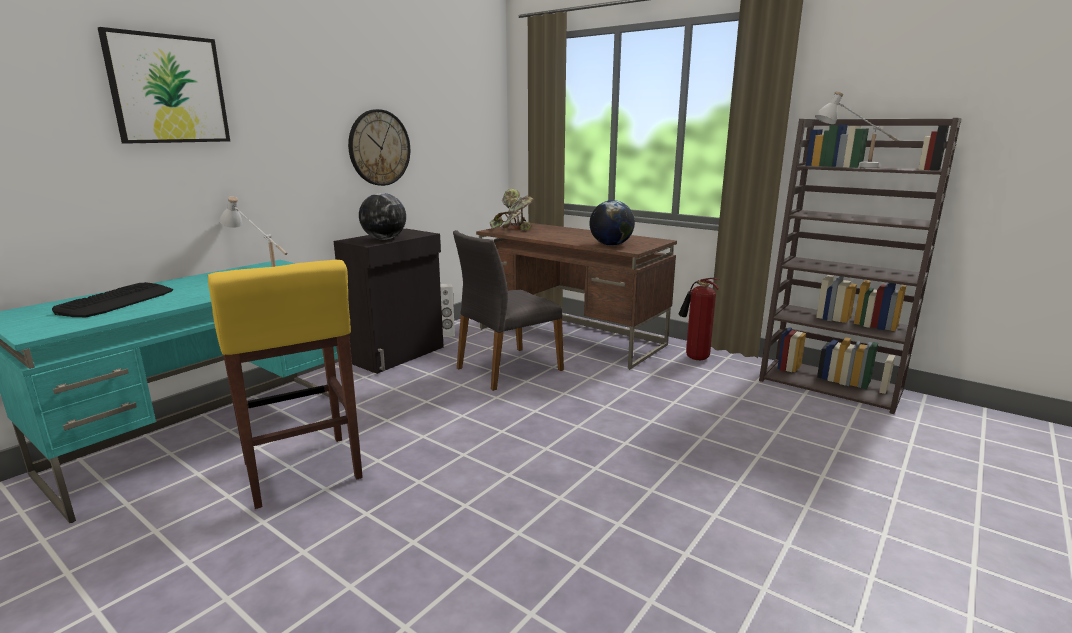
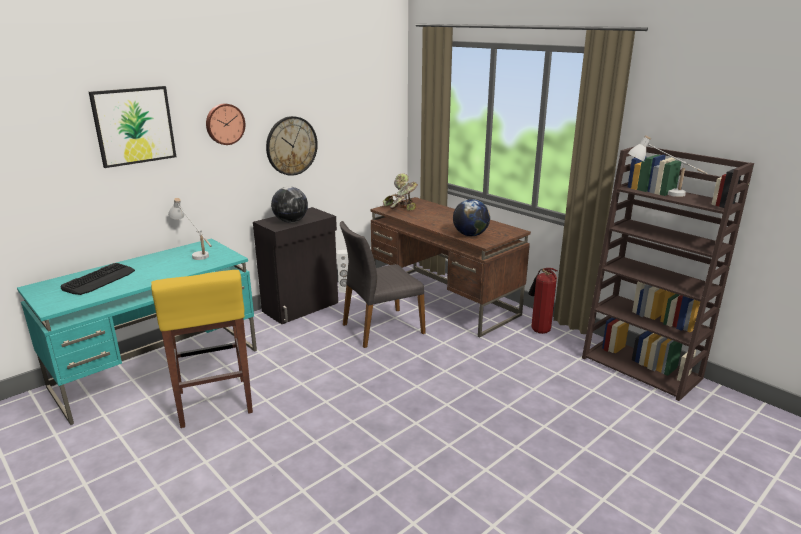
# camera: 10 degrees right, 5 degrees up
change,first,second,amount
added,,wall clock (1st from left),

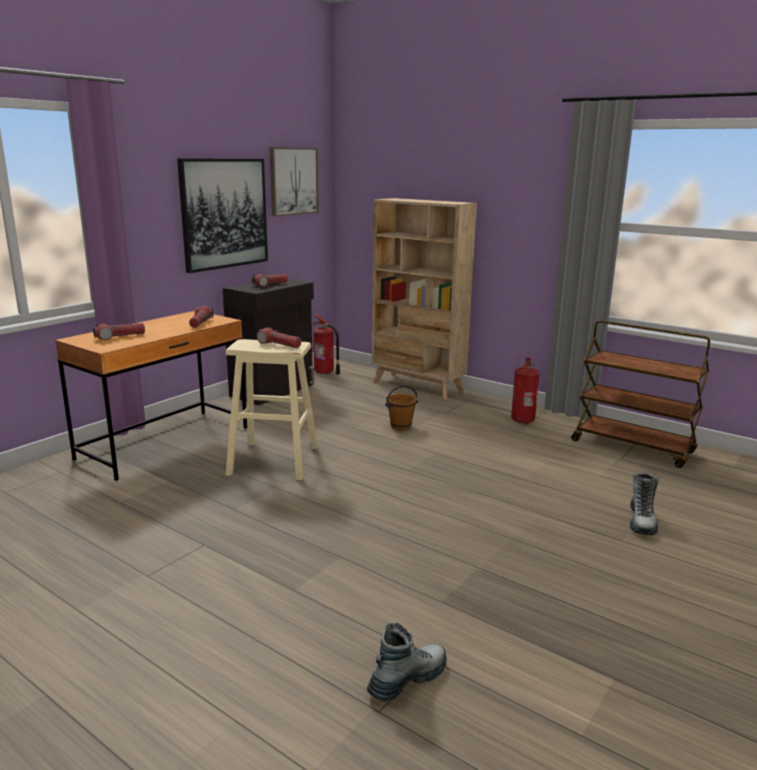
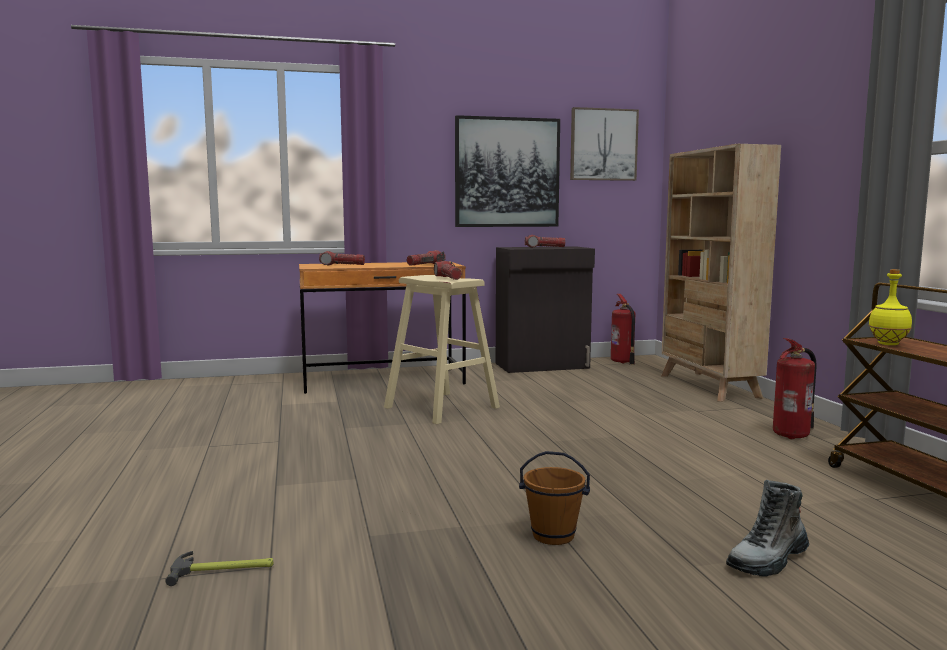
# camera: 40 degrees right, 10 degrees down
change,first,second,amount
moved,bucket/brown,,
replaced,boot (1st from left),hammer,
added,,bottle/yellow,

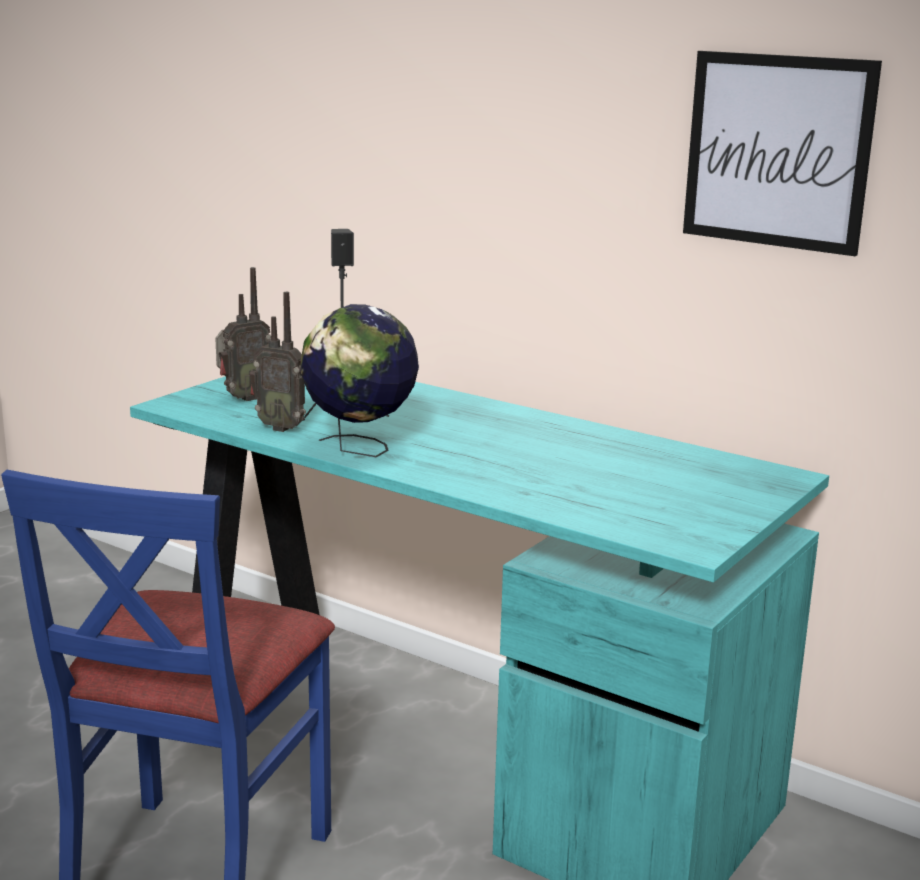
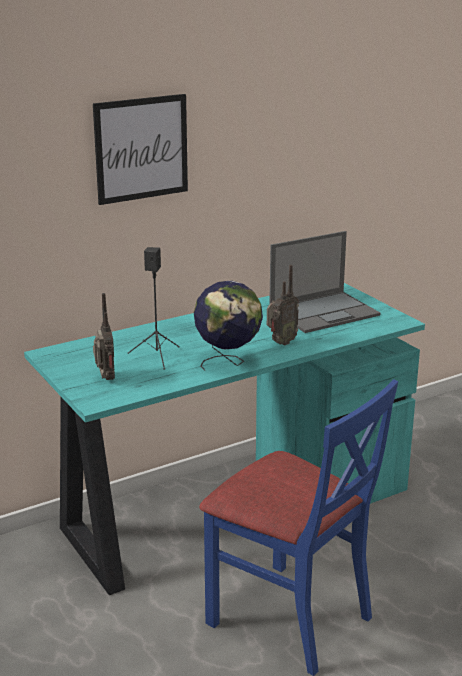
# camera: 65 degrees left, 5 degrees up
change,first,second,amount
moved,picture,,
moved,radio (2nd from left),,
added,,laptop,

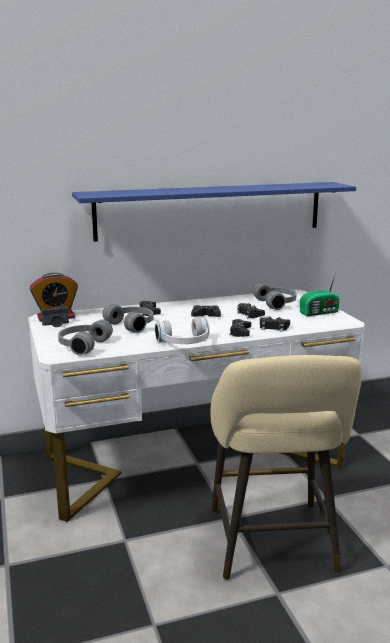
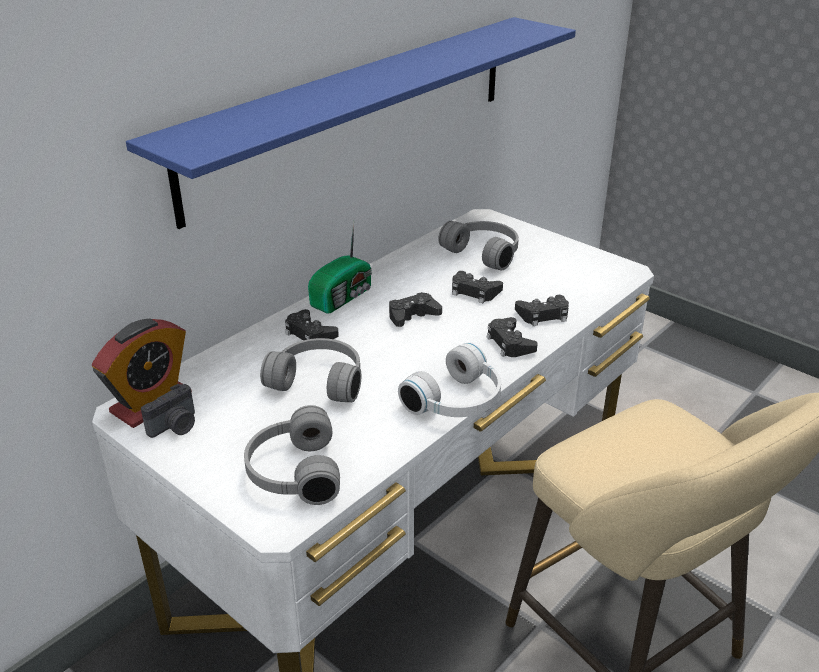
# camera: 30 degrees left, 15 degrees up
change,first,second,amount
moved,radio,,

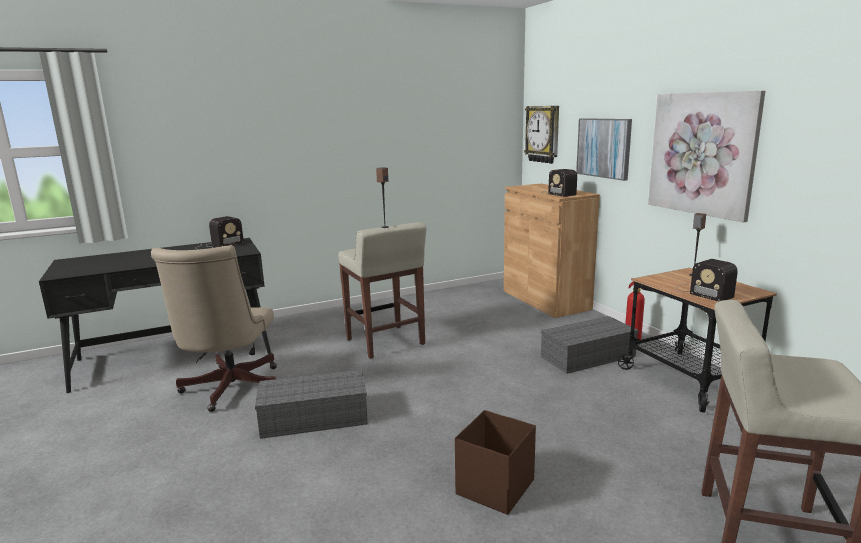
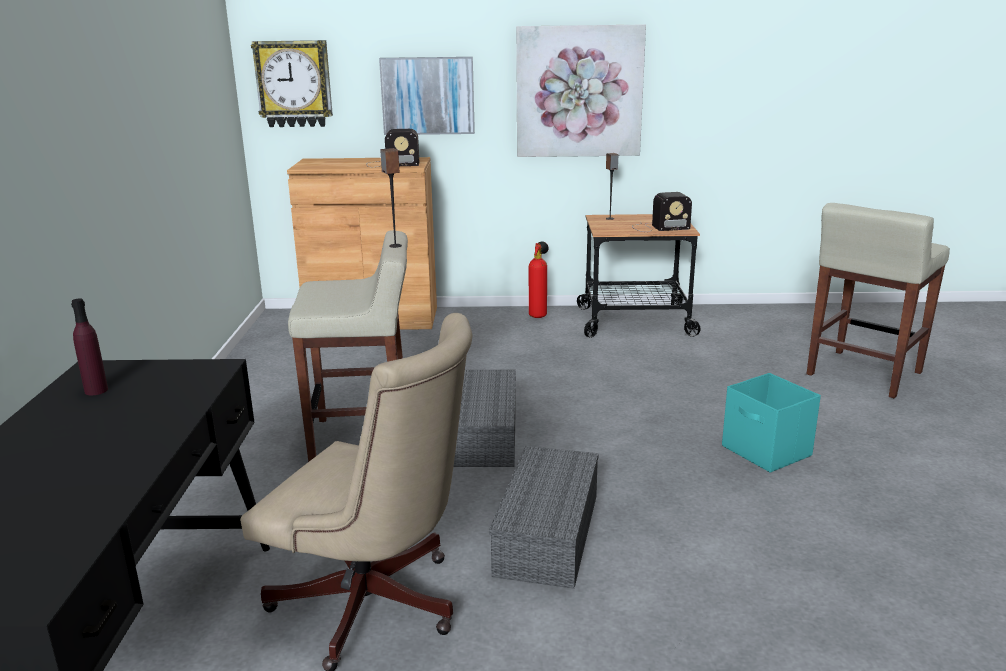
# camera: 65 degrees left, 5 degrees up
change,first,second,amount
replaced,radio (1st from left),bottle/purple,
moved,storage box/grey (2nd from left in the first image),storage box/grey (1st from left),
recoloured,storage box/brown,storage box/turquoise,

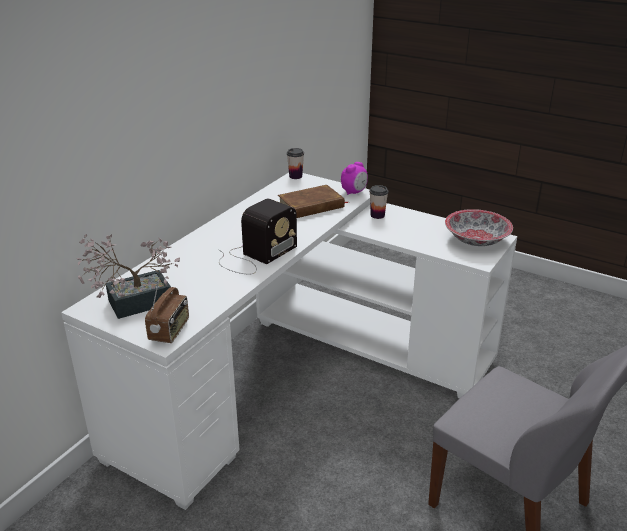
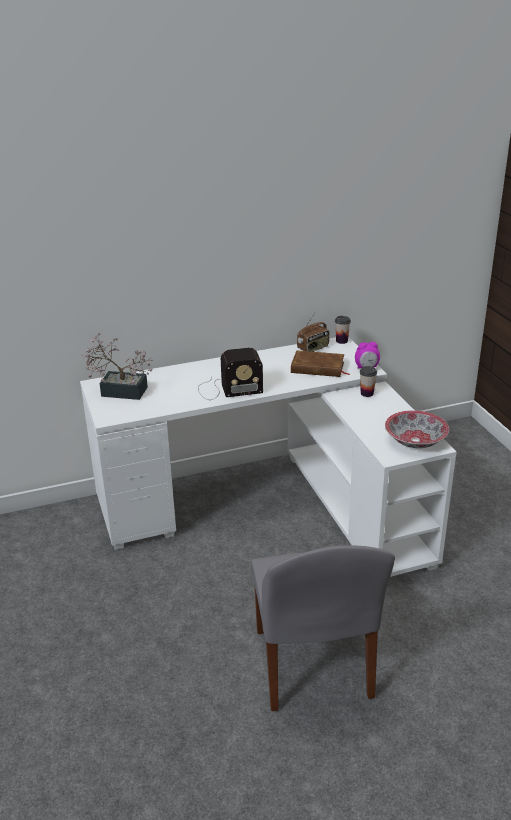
# camera: 40 degrees right, 0 degrees up
change,first,second,amount
moved,radio (1st from left in the first image),radio (2nd from left),

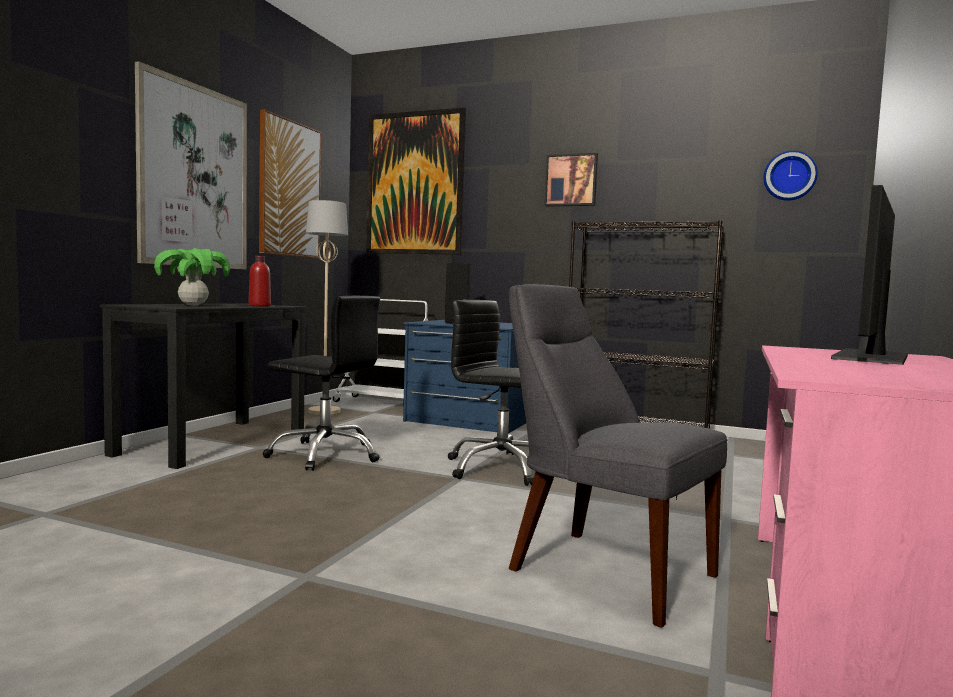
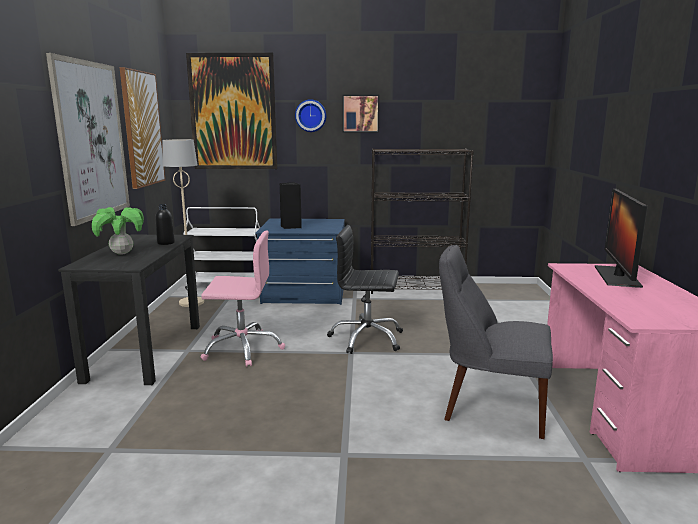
# camera: 20 degrees left, 10 degrees up
change,first,second,amount
moved,wall clock,,
recoloured,bottle/red,bottle/black,
recoloured,office chair/black (1st from left),office chair/pink,

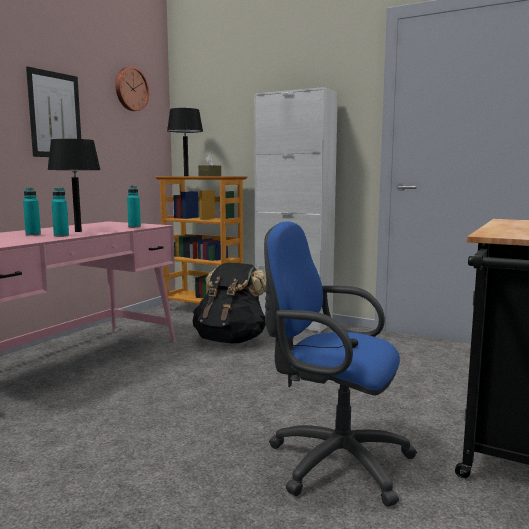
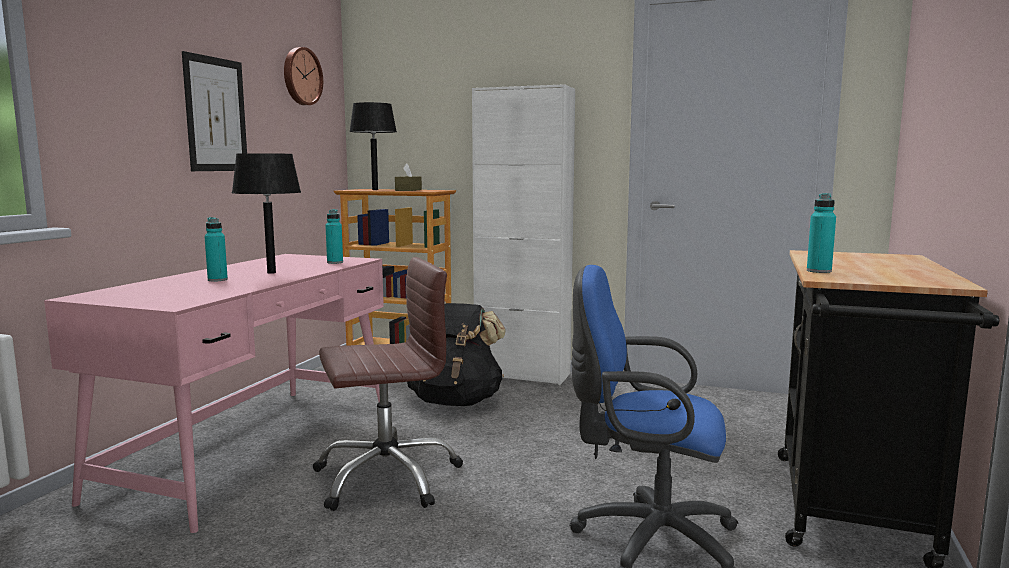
# camera: 10 degrees left, 0 degrees up
change,first,second,amount
moved,bottle/turquoise (2nd from left in the first image),bottle/turquoise (3rd from left),
added,,office chair/brown,

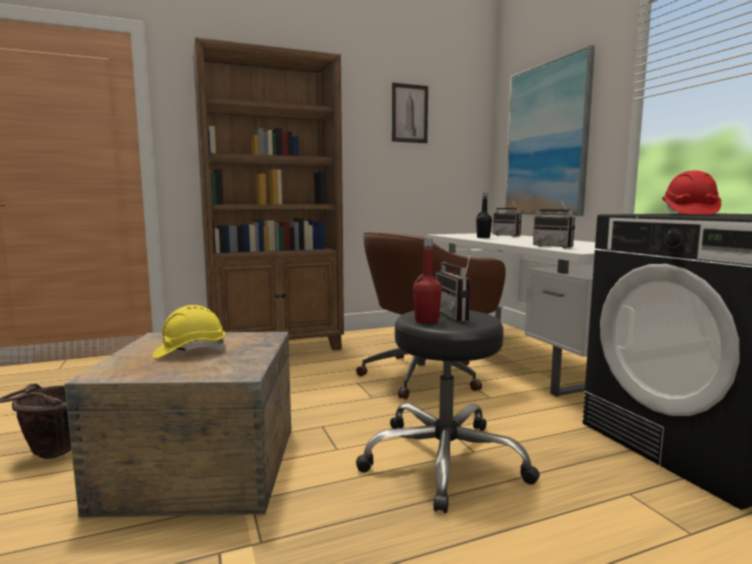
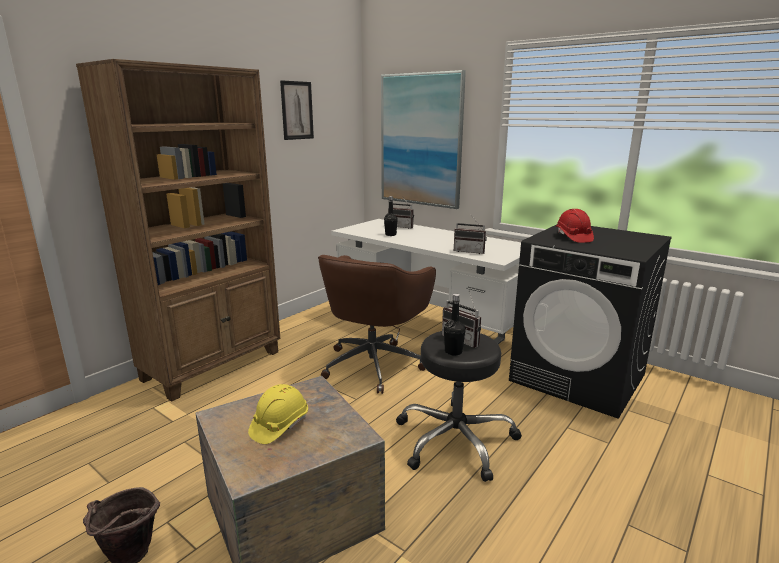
# camera: 30 degrees left, 10 degrees up
change,first,second,amount
recoloured,bottle/red,bottle/black (2nd from left),

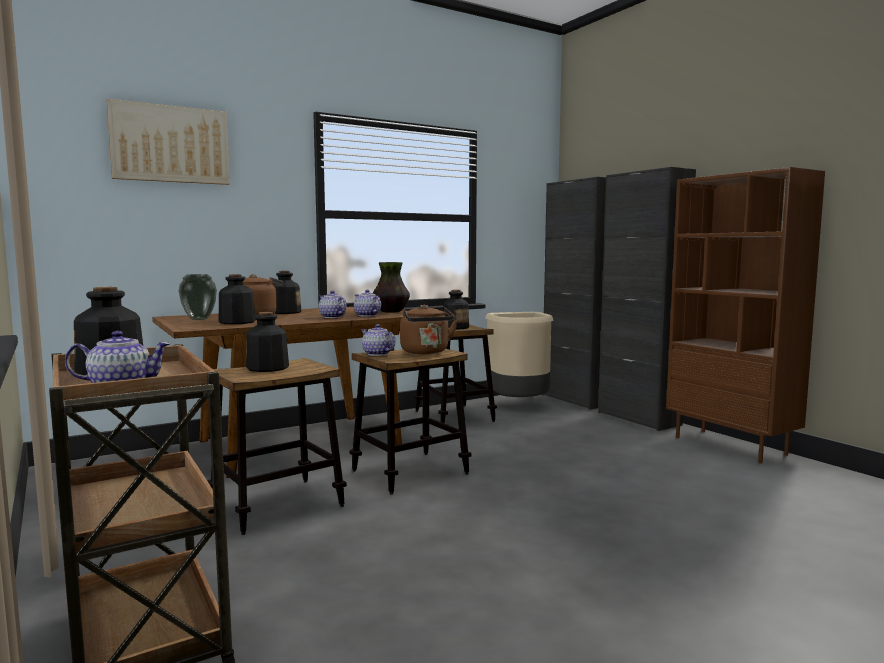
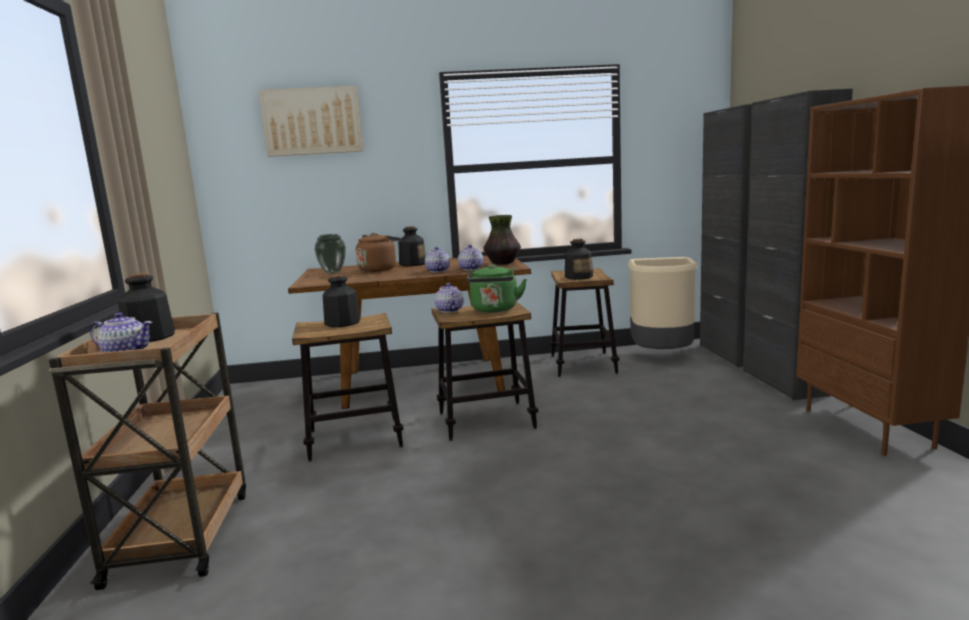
# camera: 25 degrees right, 5 degrees up
change,first,second,amount
removed,bottle (2nd from left),,
recoloured,kettle/brown (2nd from left),kettle/green,

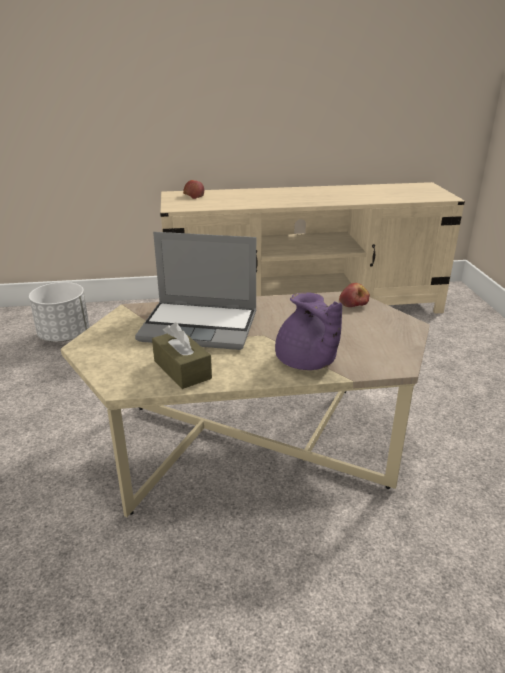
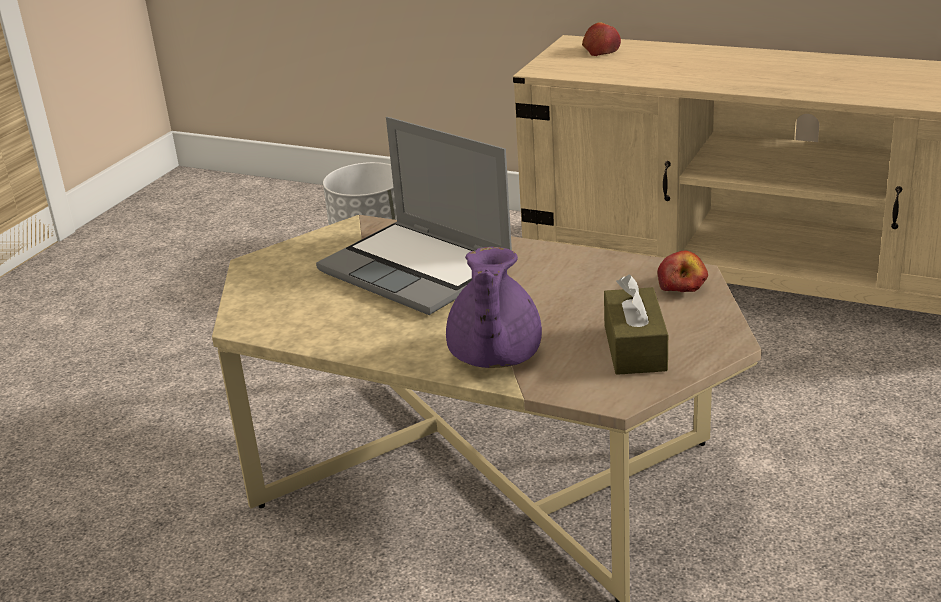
# camera: 35 degrees right, 0 degrees up
change,first,second,amount
moved,tissue box/brown,,

